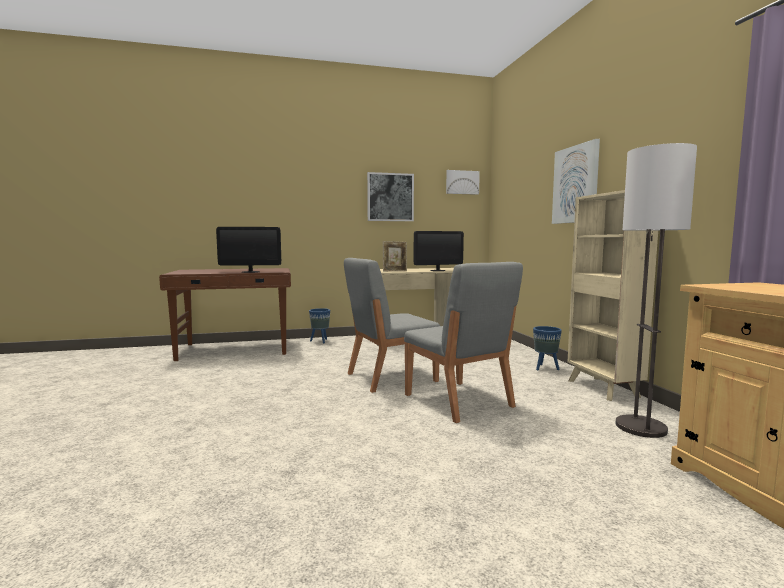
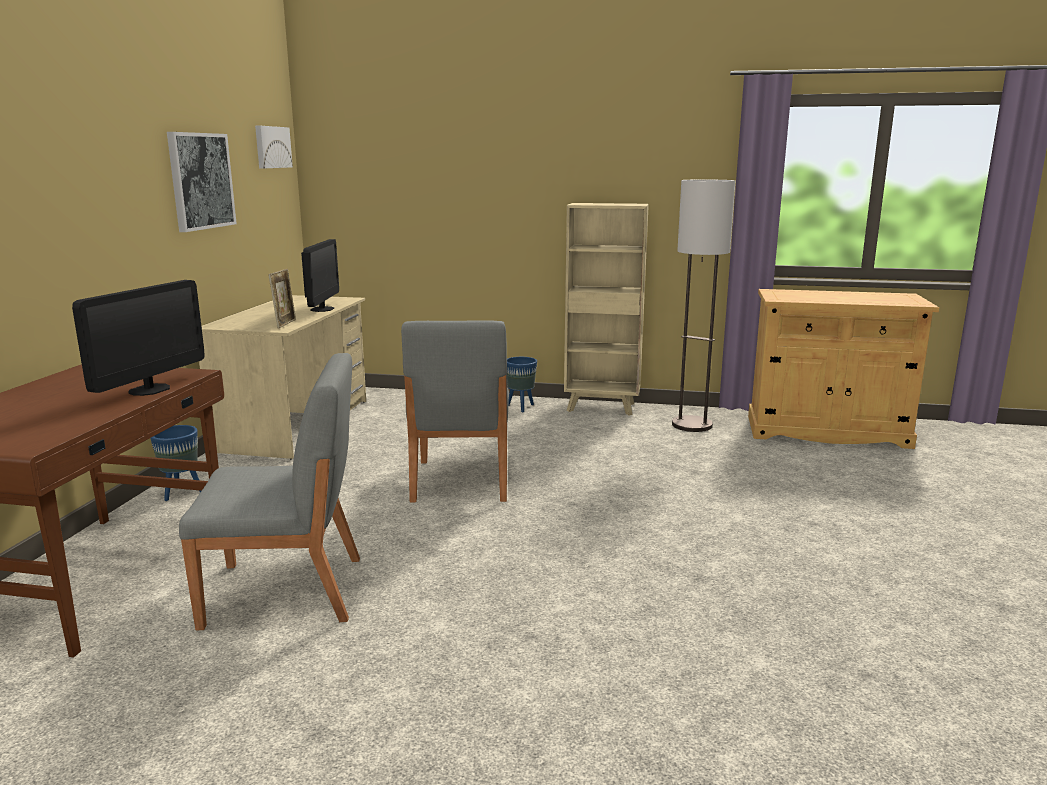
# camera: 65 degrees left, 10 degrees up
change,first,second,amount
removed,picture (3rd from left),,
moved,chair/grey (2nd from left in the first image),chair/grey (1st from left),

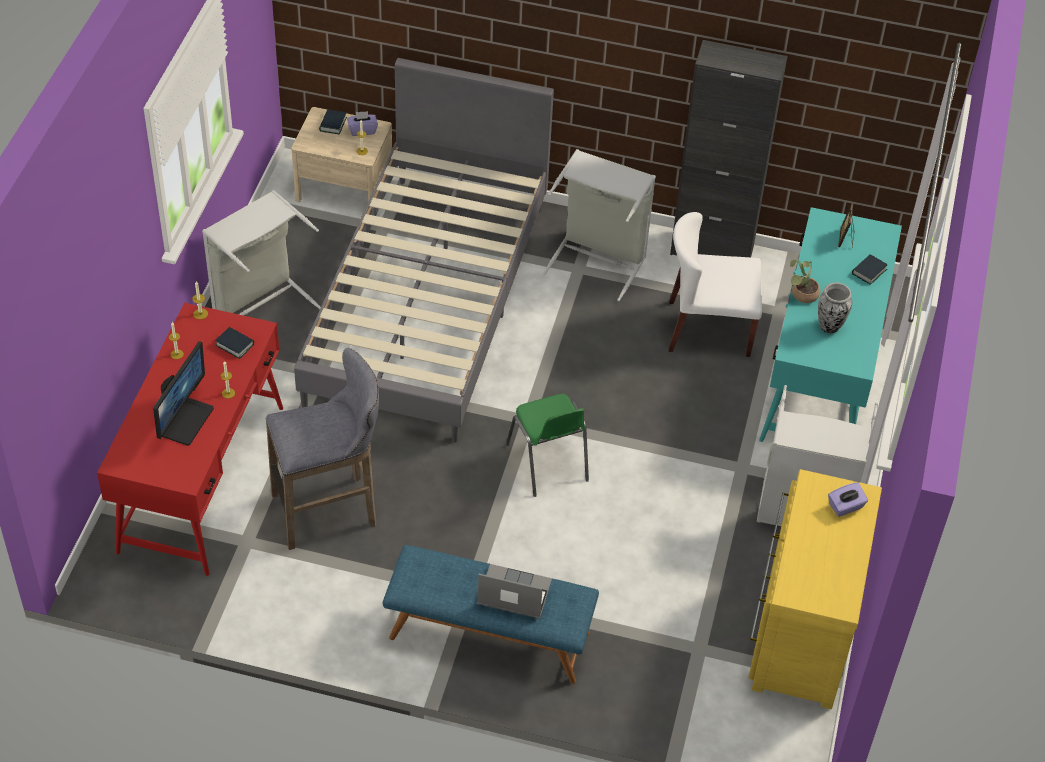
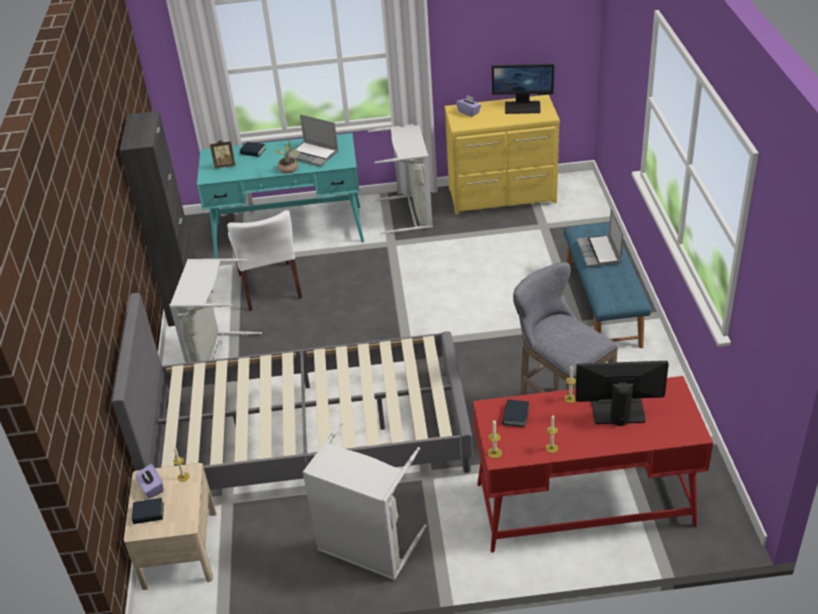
# camera: 105 degrees left, 10 degrees down
change,first,second,amount
replaced,vase,laptop (1st from left),
removed,chair/green,,
added,,monitor (1st from left),

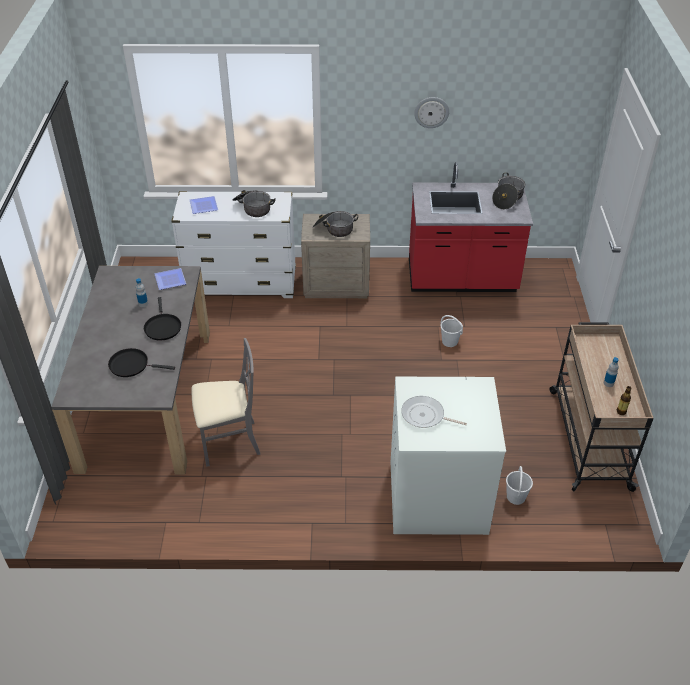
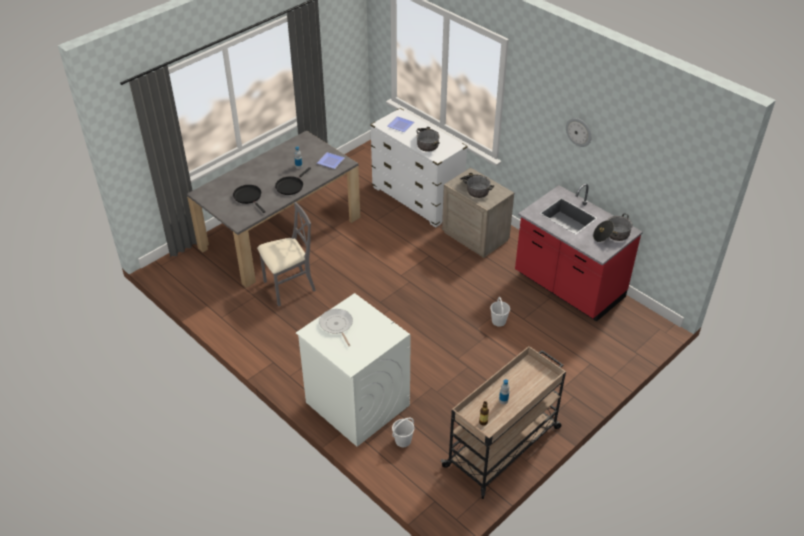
# camera: 45 degrees right, 0 degrees up
change,first,second,amount
turned,chair/grey,,60 degrees counterclockwise

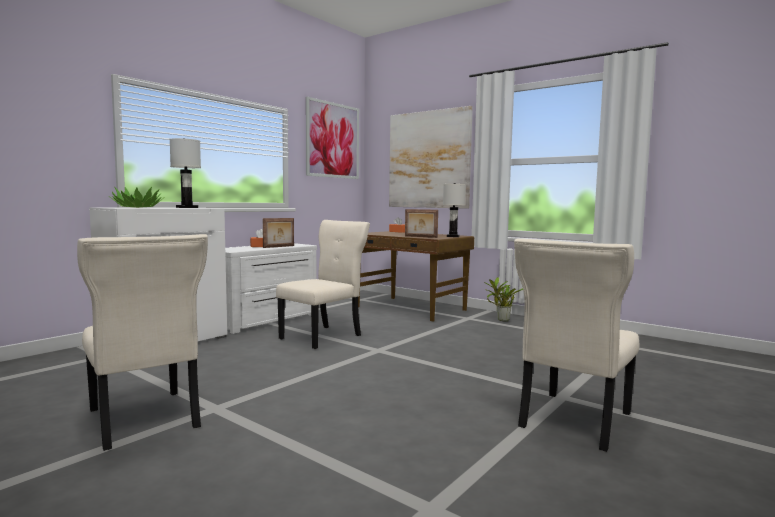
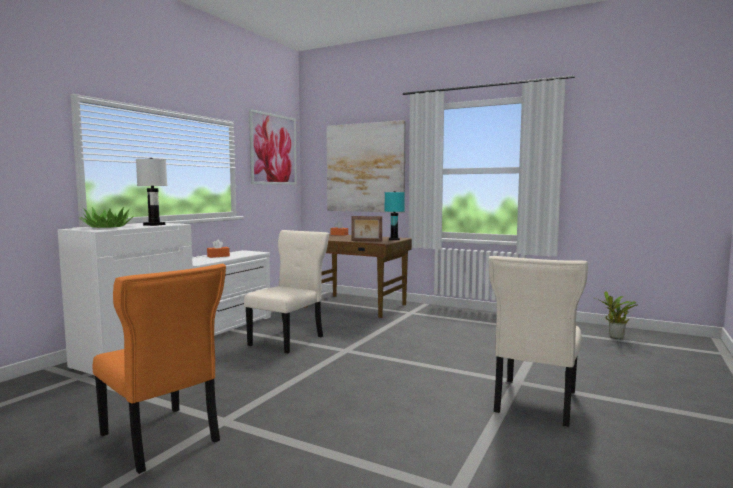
# camera: 10 degrees left, 0 degrees up
change,first,second,amount
recoloured,table lamp/white (2nd from left),table lamp/turquoise,
removed,picture frame (1st from left),,
recoloured,chair/beige (1st from left),chair/orange,
moved,potted plant (2nd from left),,

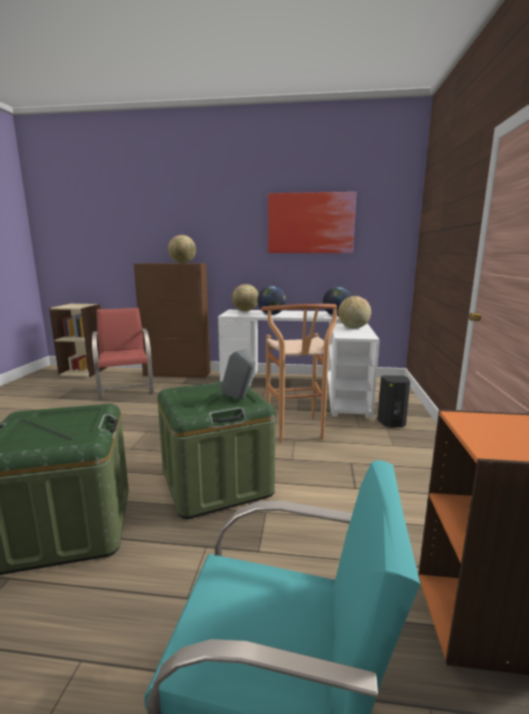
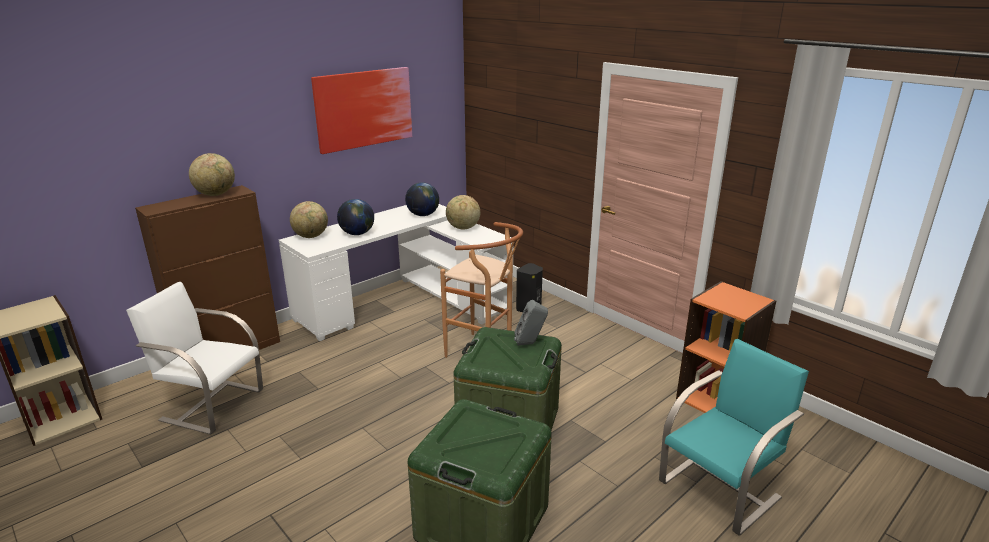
# camera: 50 degrees left, 10 degrees up
change,first,second,amount
recoloured,chair/red,chair/white,

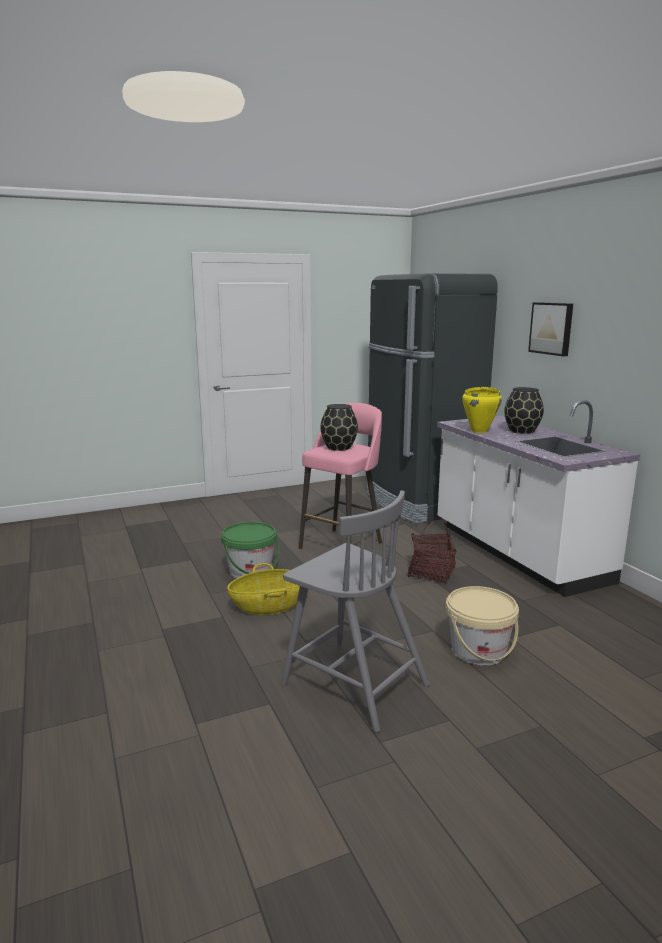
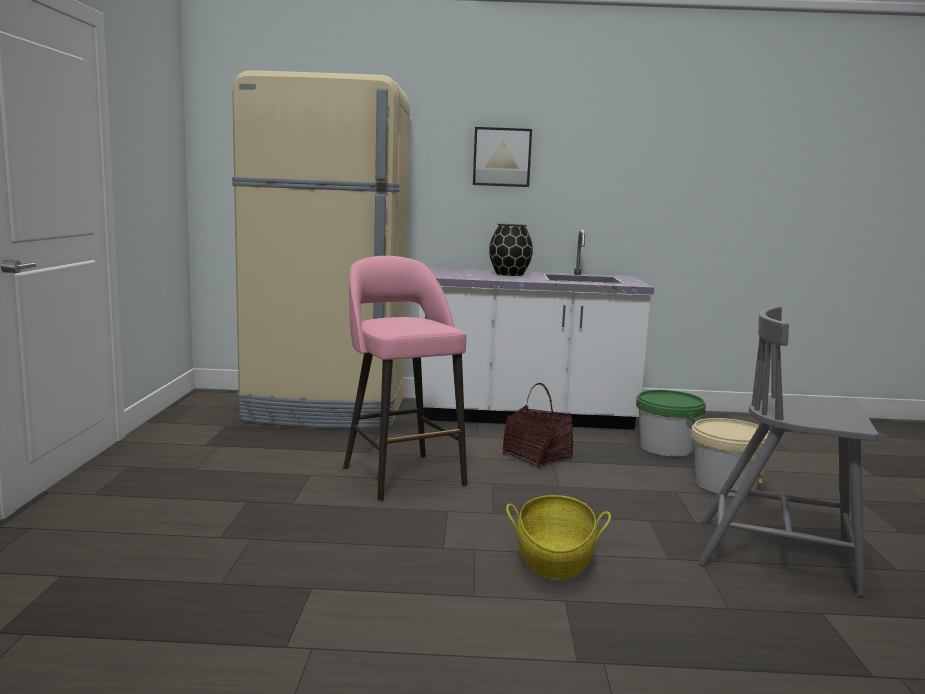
# camera: 65 degrees left, 5 degrees down
change,first,second,amount
recoloured,fridge/black,fridge/beige,
removed,cooking pot/yellow,,
removed,vase/black (1st from left),,
turned,chair/grey,,135 degrees counterclockwise
moved,bucket/green,,

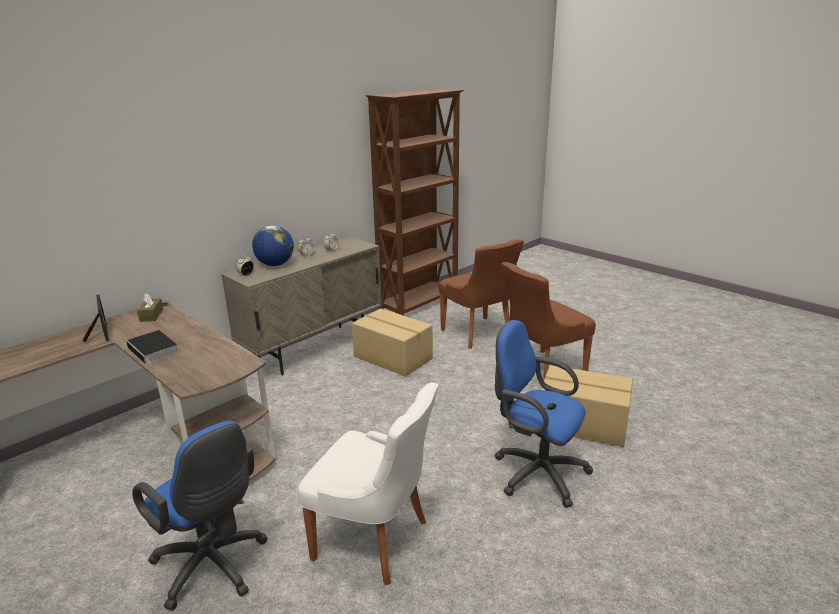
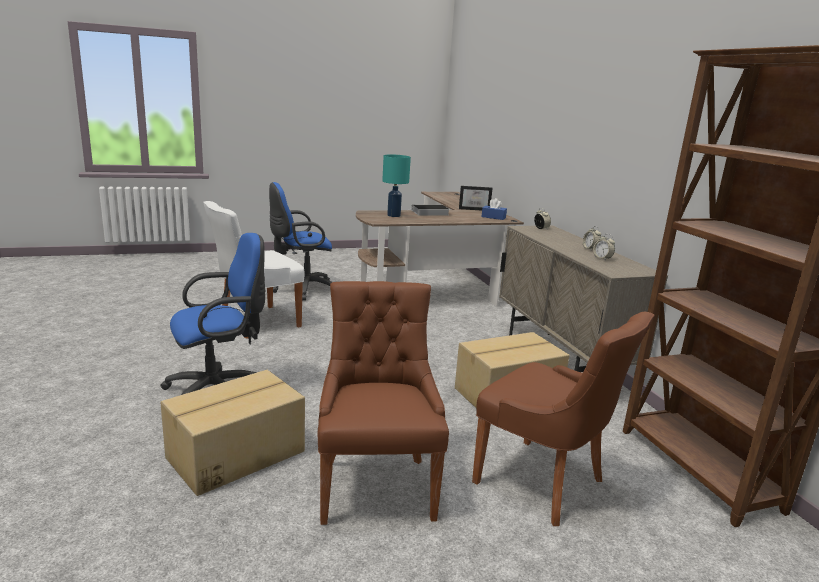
# camera: 115 degrees right, 5 degrees down
change,first,second,amount
removed,globe,,
turned,chair/brown (1st from left in the first image),chair/brown (2nd from left),135 degrees counterclockwise
recoloured,tissue box/brown,tissue box/blue,
added,,table lamp/turquoise,

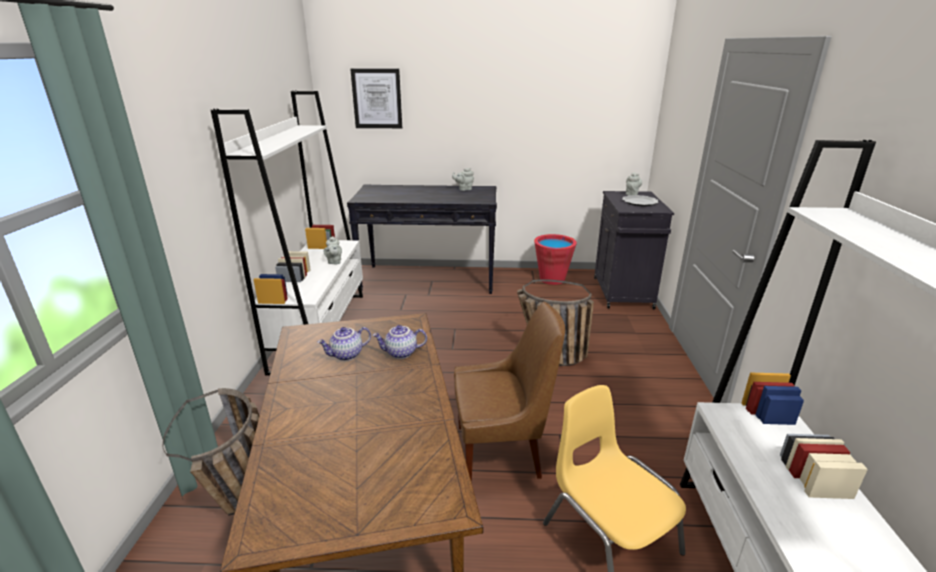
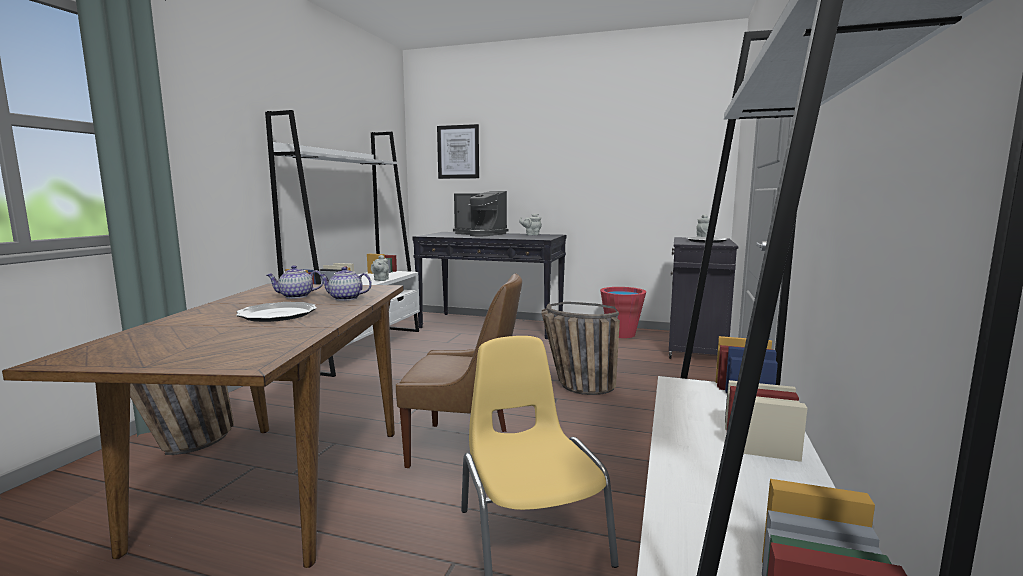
# camera: 15 degrees right, 15 degrees down
change,first,second,amount
added,,coffee machine,
added,,plate (1st from left),

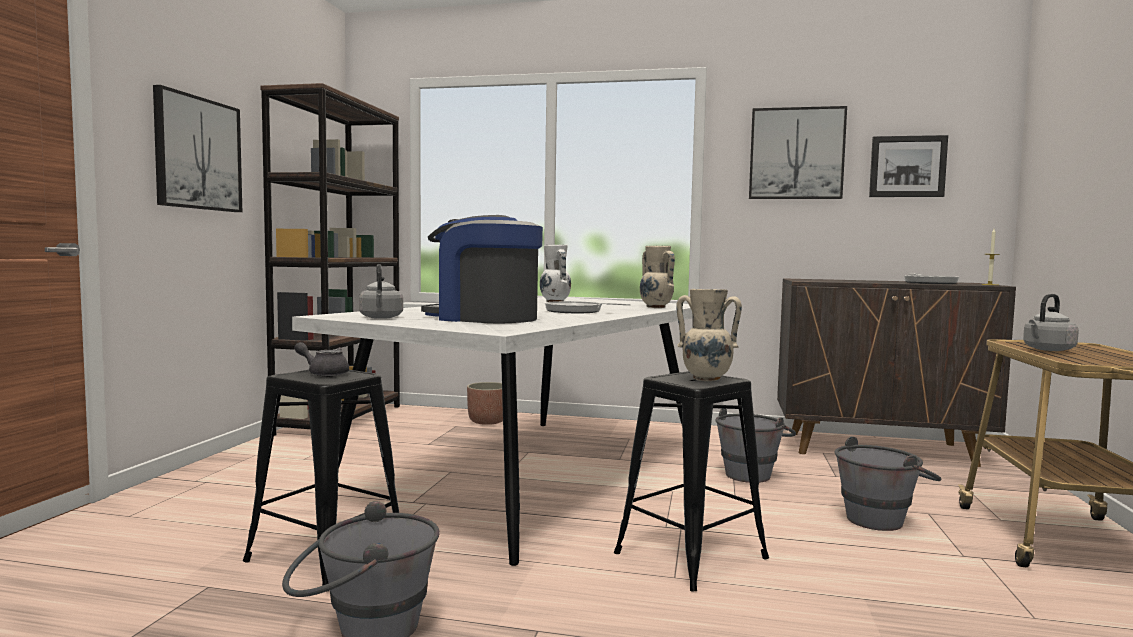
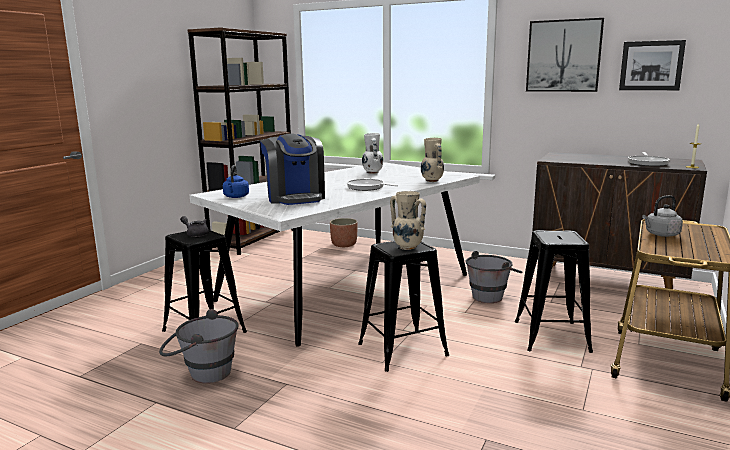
# camera: 15 degrees right, 10 degrees up
change,first,second,amount
removed,picture (1st from left),,
turned,coffee machine,,150 degrees counterclockwise
recoloured,kettle/grey (1st from left),kettle/blue,
replaced,bucket/grey (3rd from left),stool/black (3rd from left),

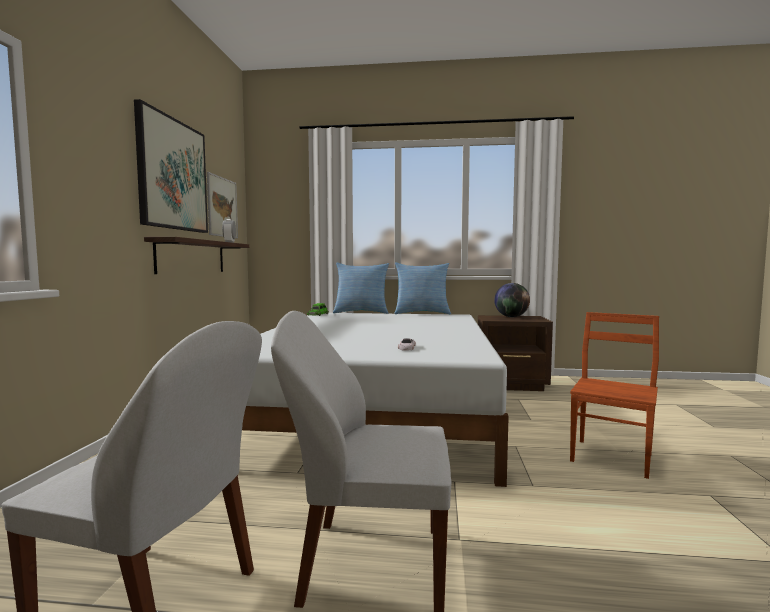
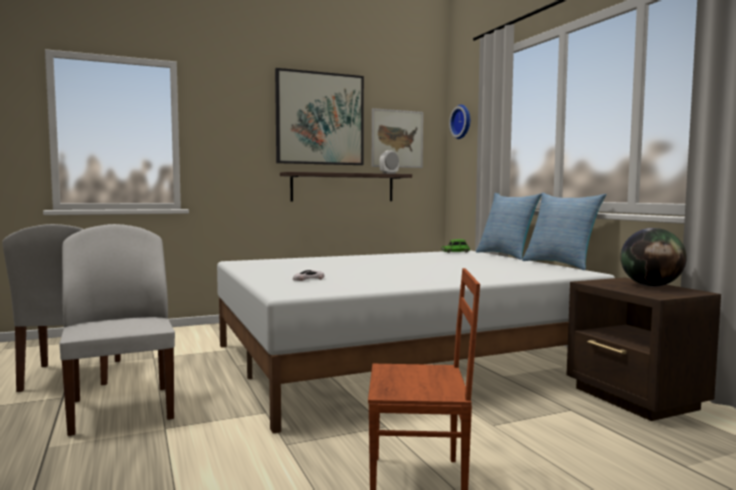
# camera: 60 degrees right, 0 degrees up
change,first,second,amount
added,,wall clock,

